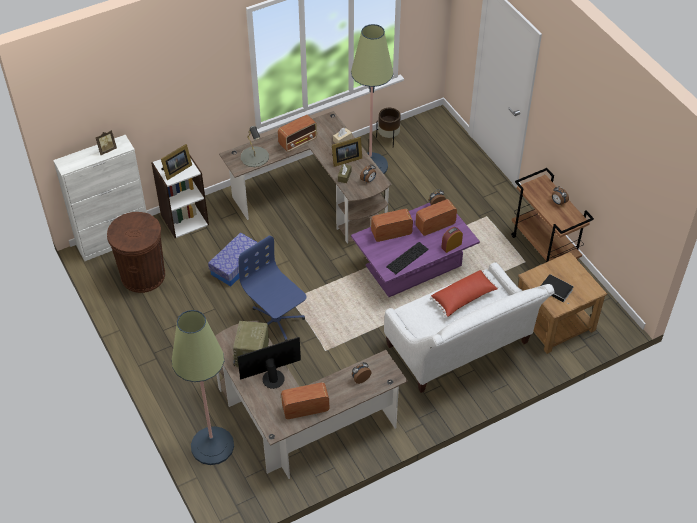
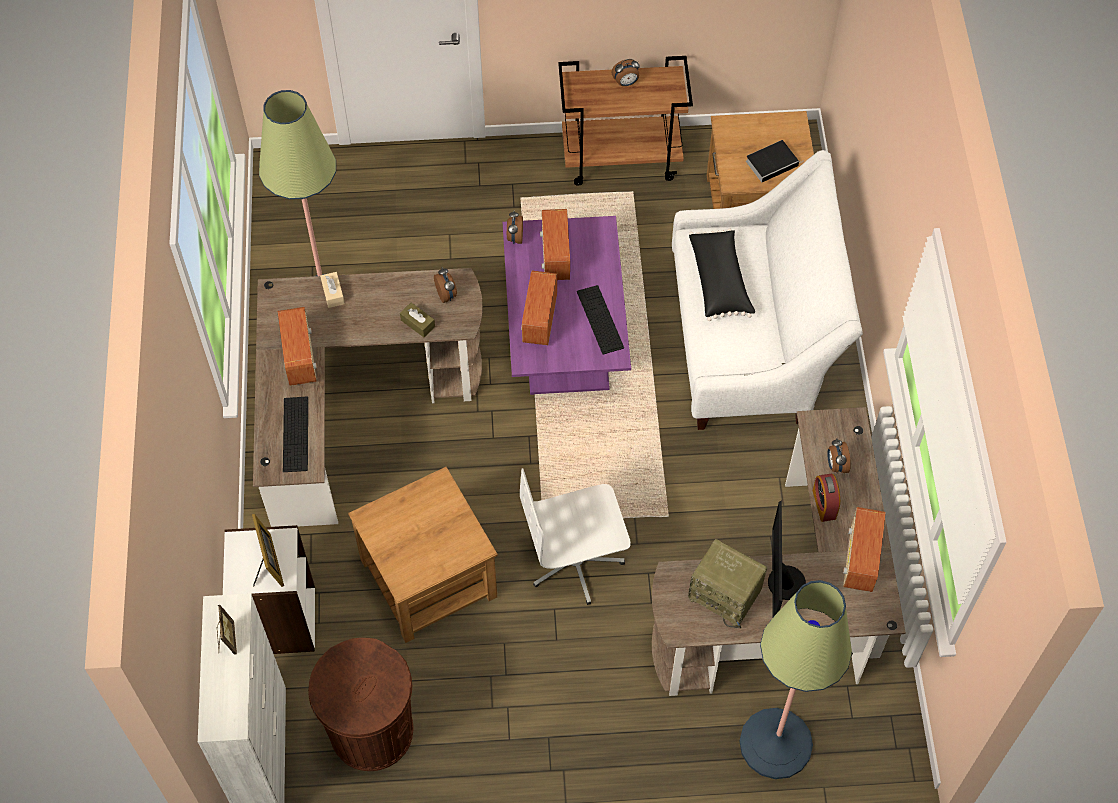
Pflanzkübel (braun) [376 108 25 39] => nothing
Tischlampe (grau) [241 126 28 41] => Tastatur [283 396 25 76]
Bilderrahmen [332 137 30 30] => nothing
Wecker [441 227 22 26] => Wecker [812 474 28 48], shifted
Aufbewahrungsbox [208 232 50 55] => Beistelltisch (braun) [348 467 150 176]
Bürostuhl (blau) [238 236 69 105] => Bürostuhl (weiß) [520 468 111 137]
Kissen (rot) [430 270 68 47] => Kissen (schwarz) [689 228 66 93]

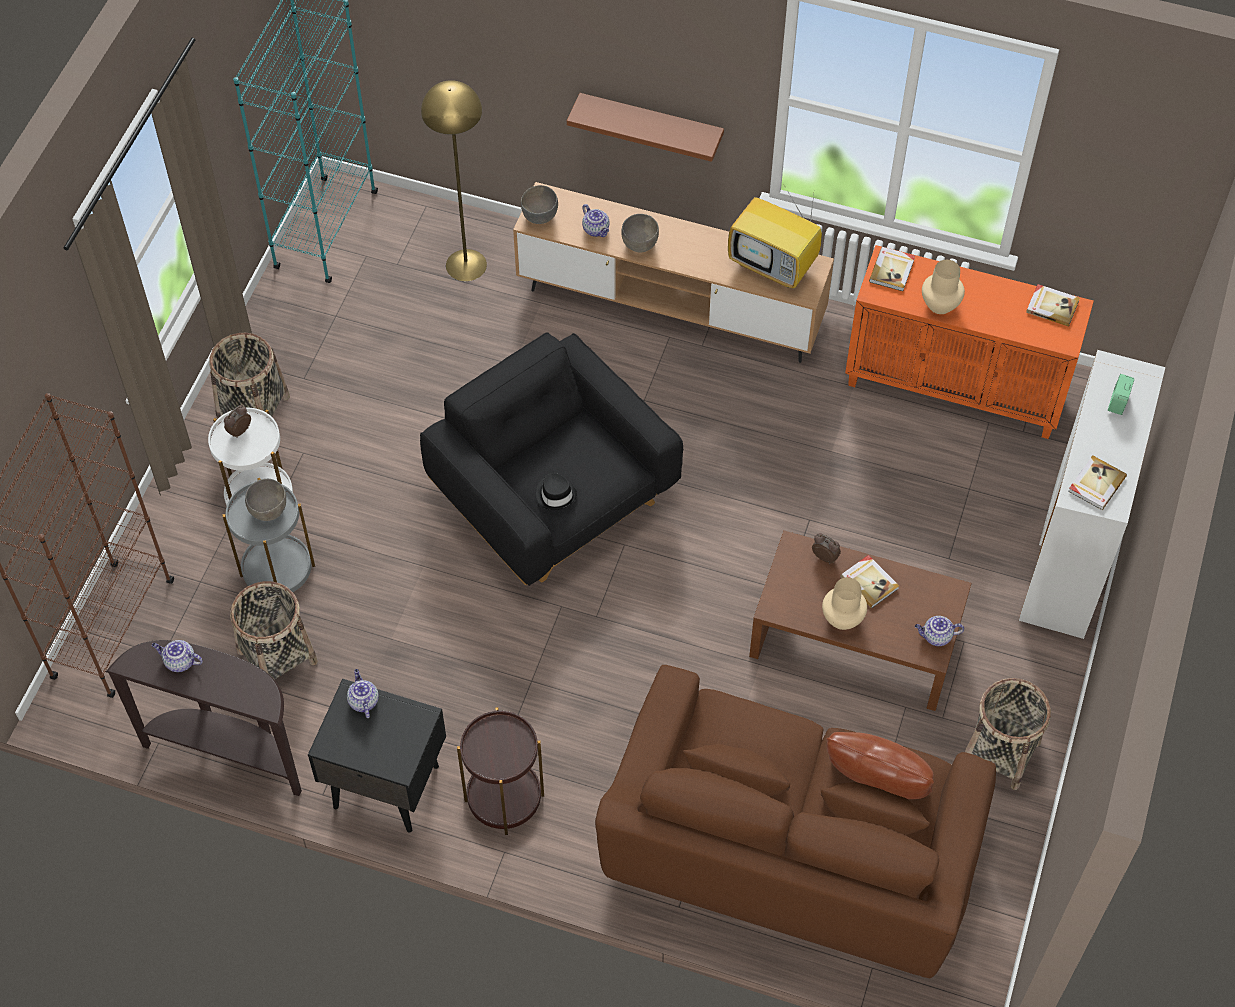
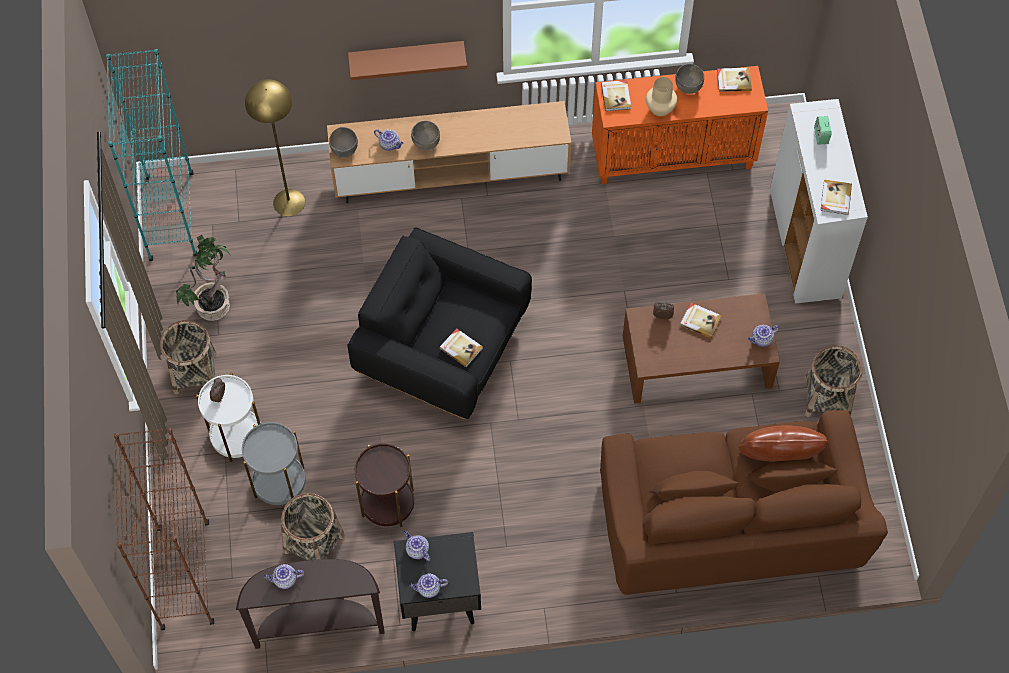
Fernseher [728 185 94 104] => nothing
Hut (schwarz) [536 473 41 37] => Buch [439 328 44 39]
Schüssel (grau) [245 479 41 42] => Schüssel (grau) [675 64 29 30], shifted
Vase (beige) [822 577 45 53] => nothing
Beistelltisch (braun) [457 707 87 128] => Beistelltisch (braun) [355 443 59 84], shifted
nothing => Topfpflanze [176 235 55 86]
nothing => Teekanne [409 574 39 24]

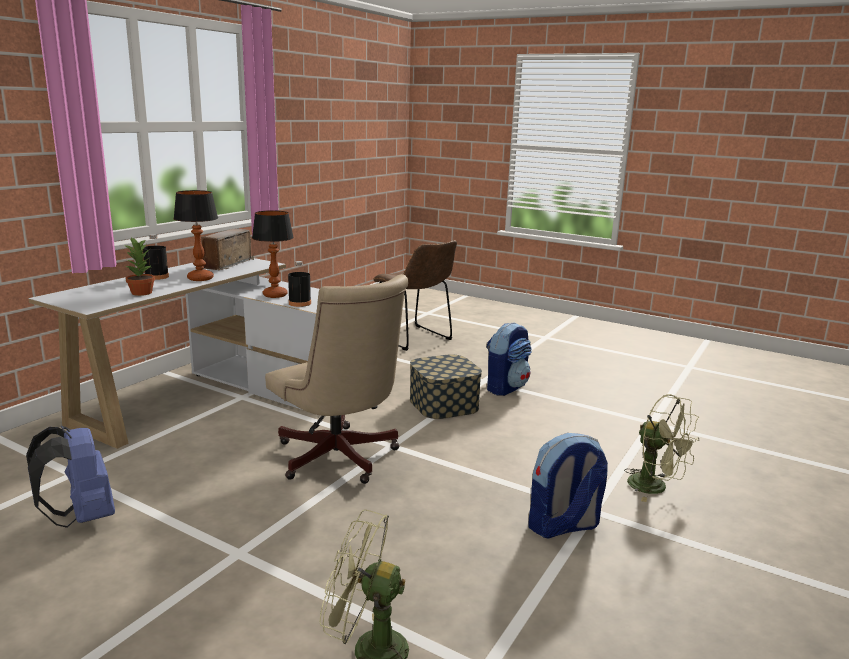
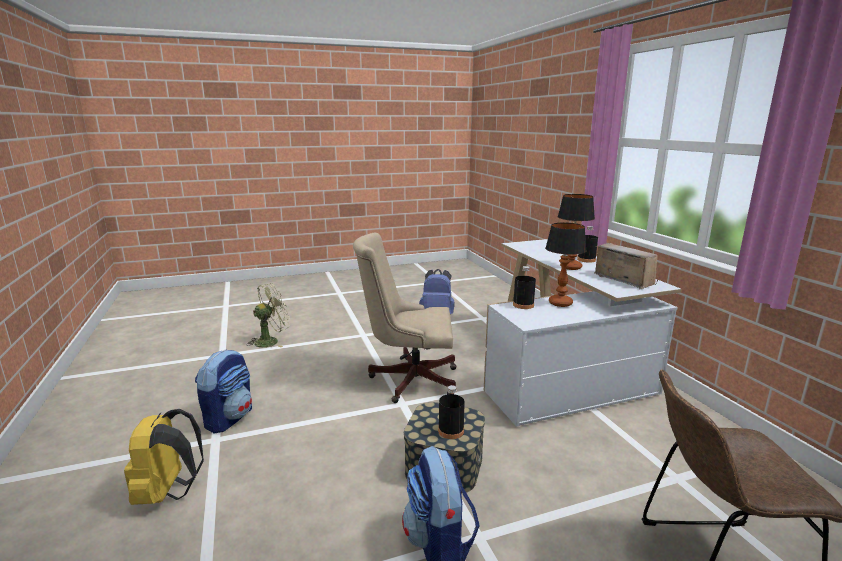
Topfpflanze [124 237 31 59] => nothing
Ventilator (grün) [624 394 75 108] => Rucksack (gelb) [124 409 80 96]
nothing => Flasche (schwarz) [438 385 27 54]

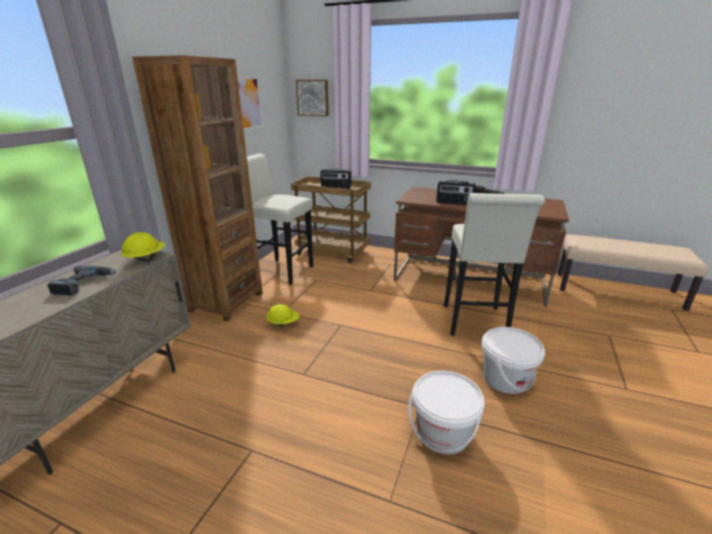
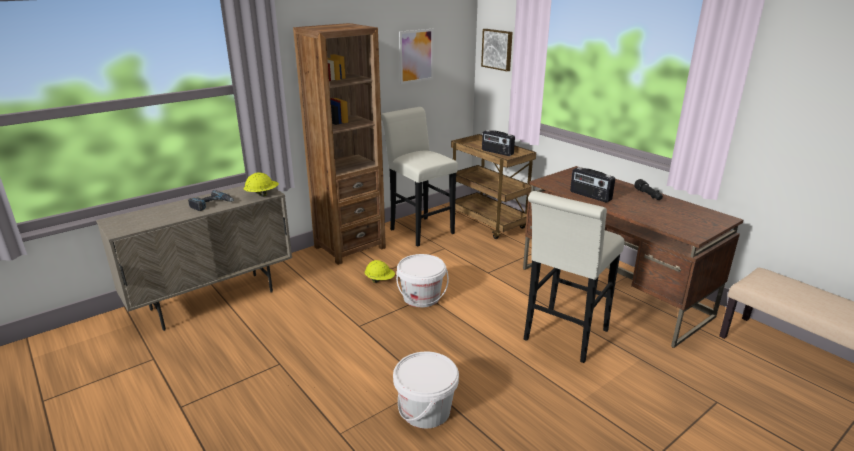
Eimer (weiß) [481 327 64 67] => Eimer (weiß) [396 254 53 53], shifted

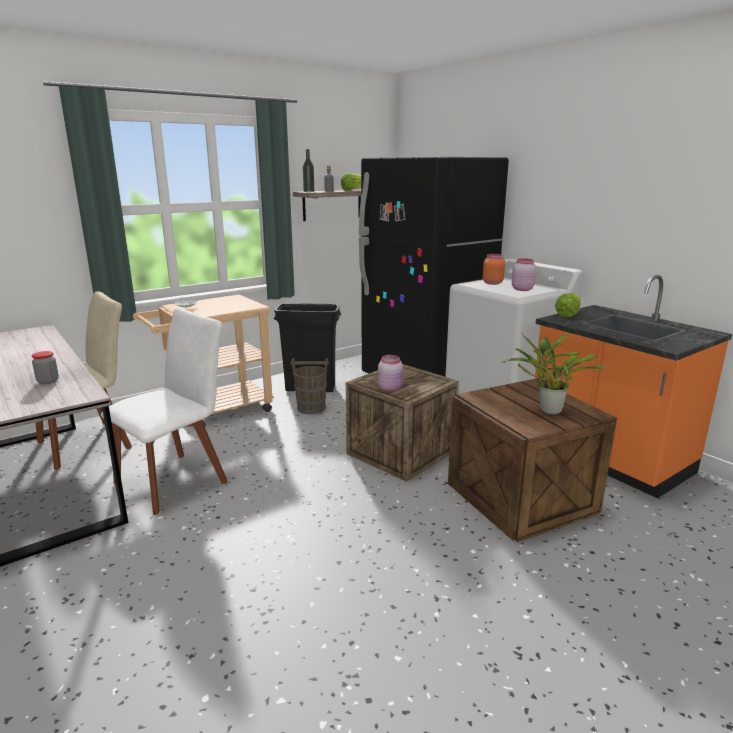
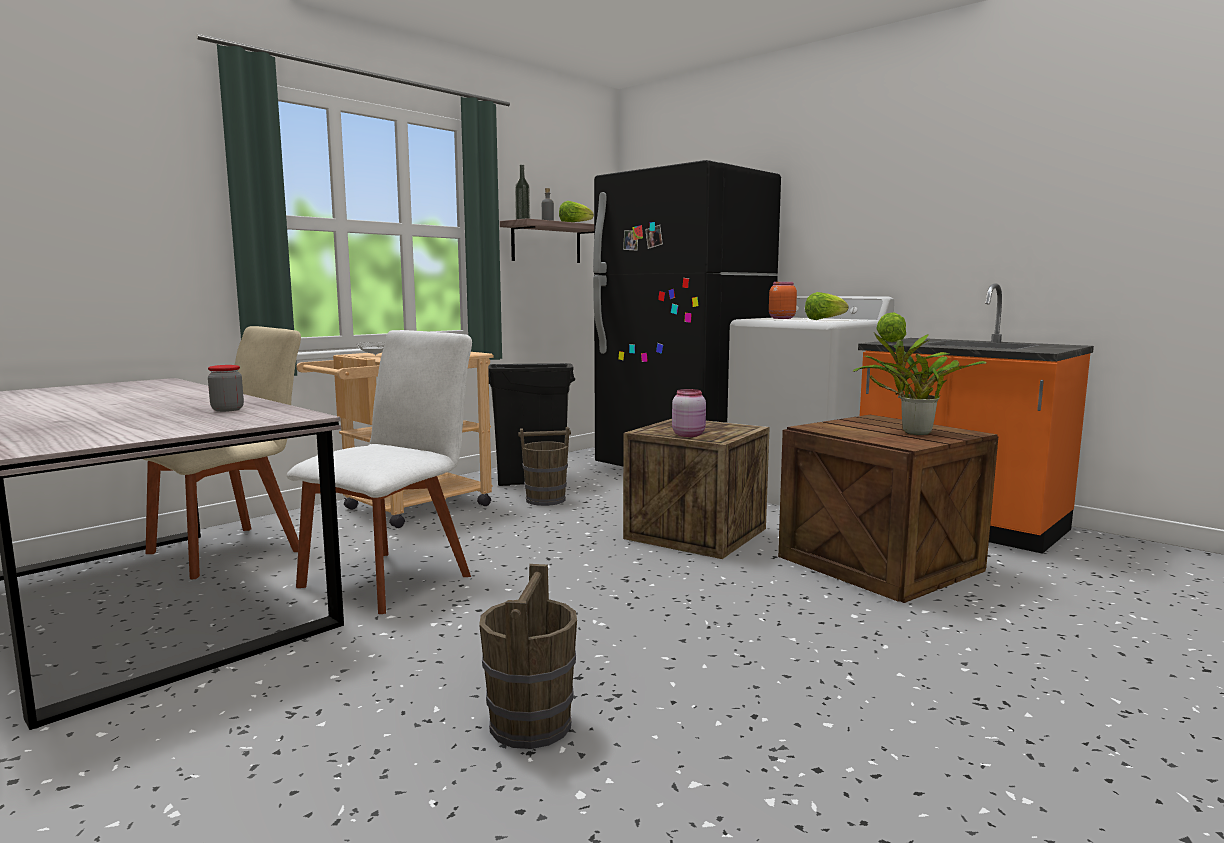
Vorratsglas (rosa) [512 259 24 32] => Salatkopf [805 292 44 28]
nothing => Eimer (braun) [479 564 98 185]

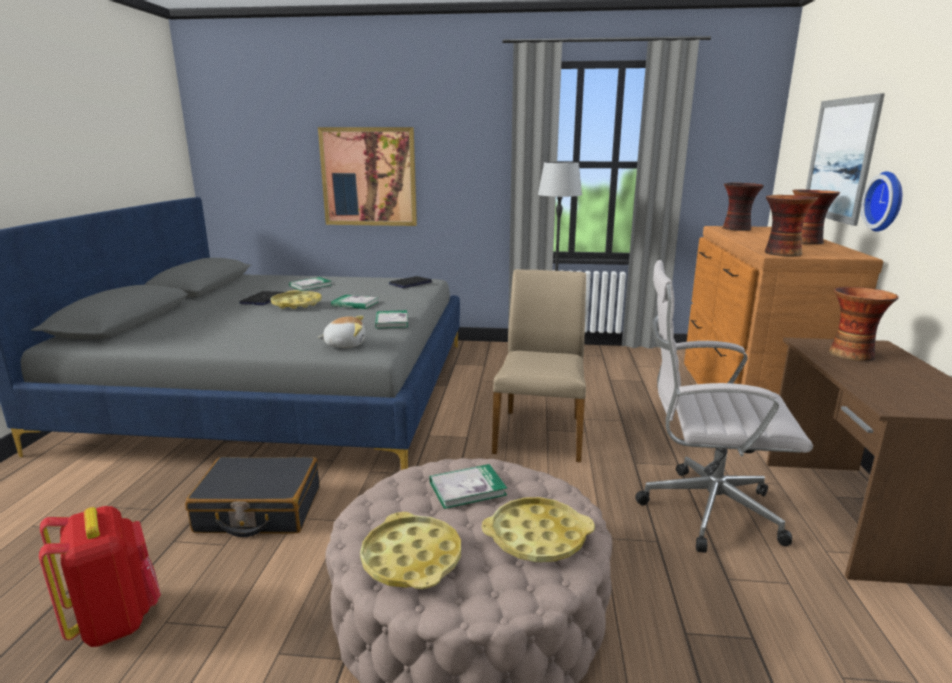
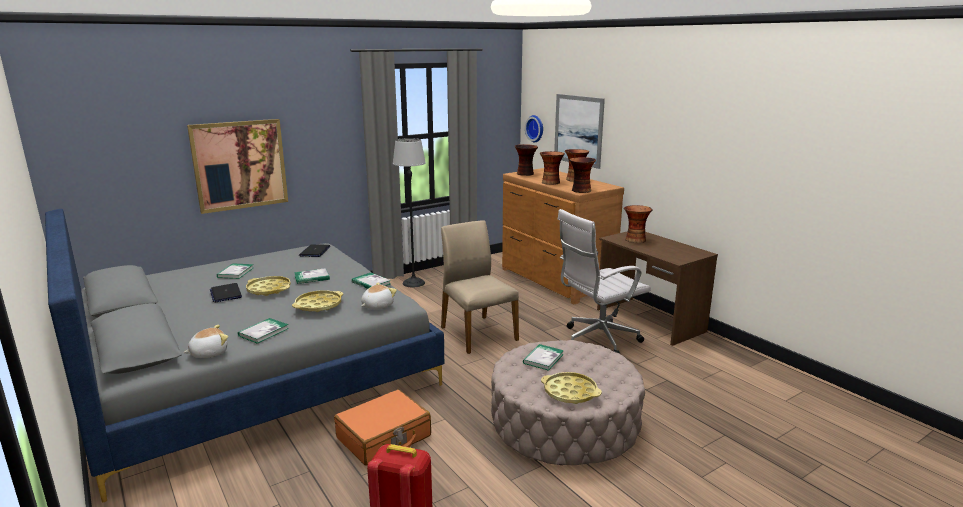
Wanduhr [861 171 41 61] => Wanduhr [525 115 18 27], shifted
Koffer (schwarz) [185 457 135 80] => Koffer (orange) [334 390 97 76]
Tablett (gelb) [482 497 113 65] => Tablett (gelb) [292 290 51 22], shifted
nothing => Vase [540 151 25 34]
nothing => Buch [238 318 51 26]
nothing => Plüschtier [183 325 45 33]

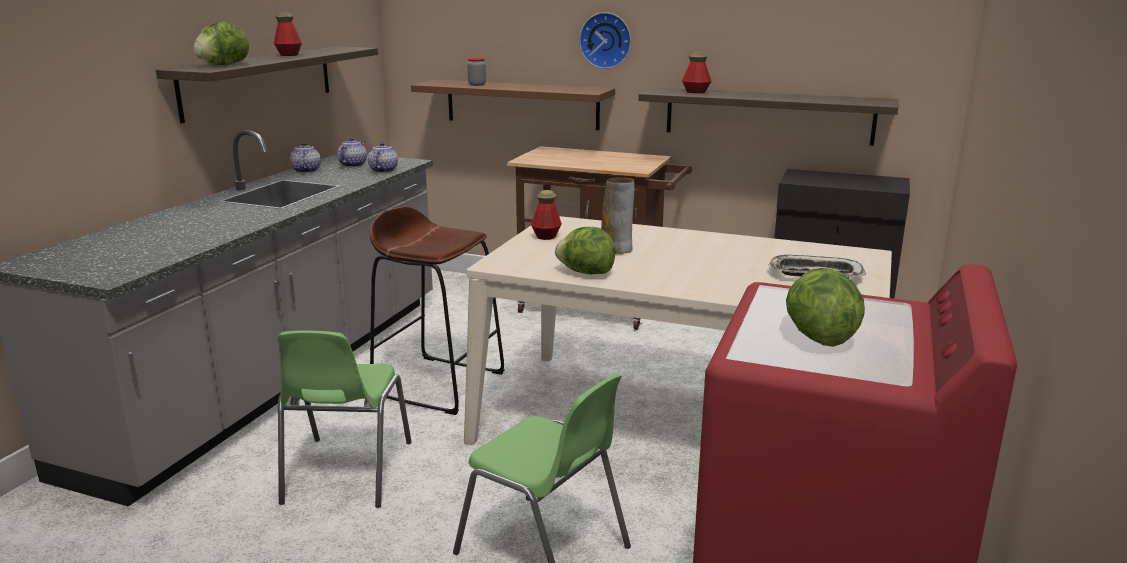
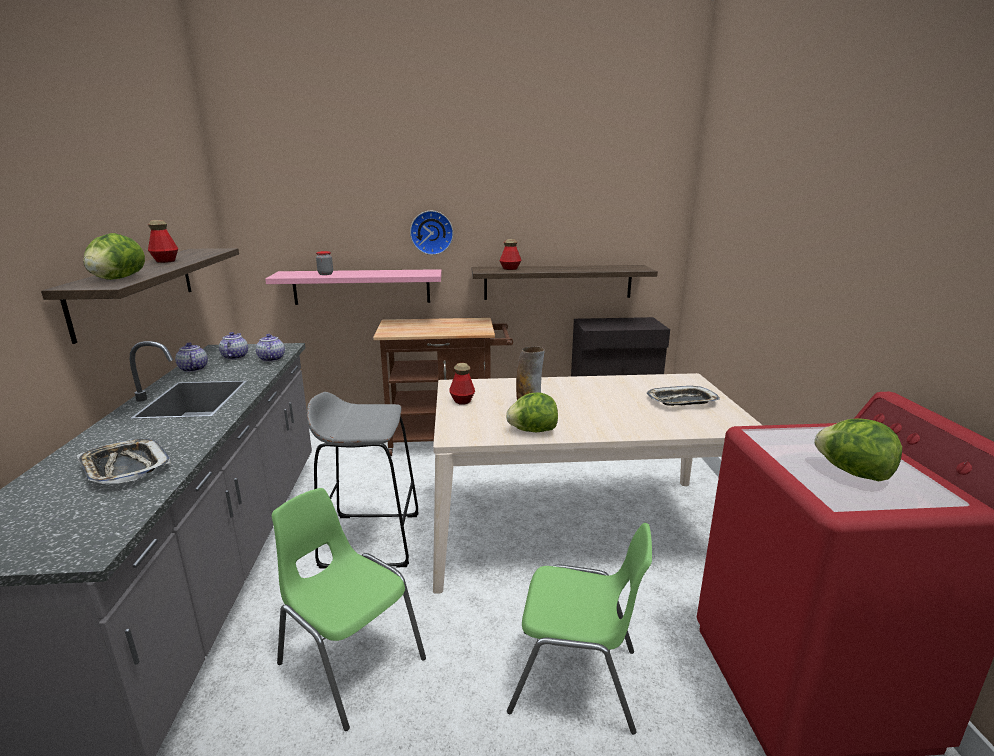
Wandregal (braun) [411 80 204 50] => Wandregal (rosa) [265 269 177 36]
Hocker (braun) [369 207 135 208] => Hocker (grau) [307 392 112 176]
Stuhl (grün) [278 331 134 177] => Stuhl (grün) [272 488 154 243], 150 degrees clockwise
nothing => Tablett [77 439 94 45]

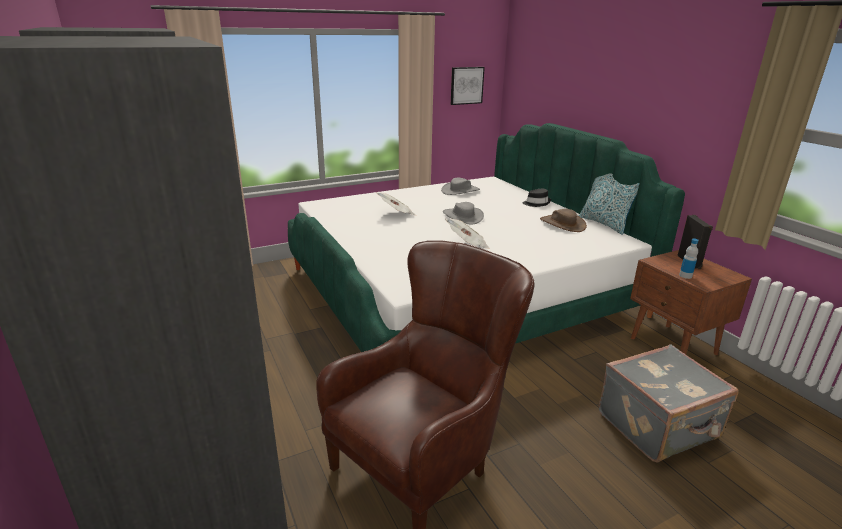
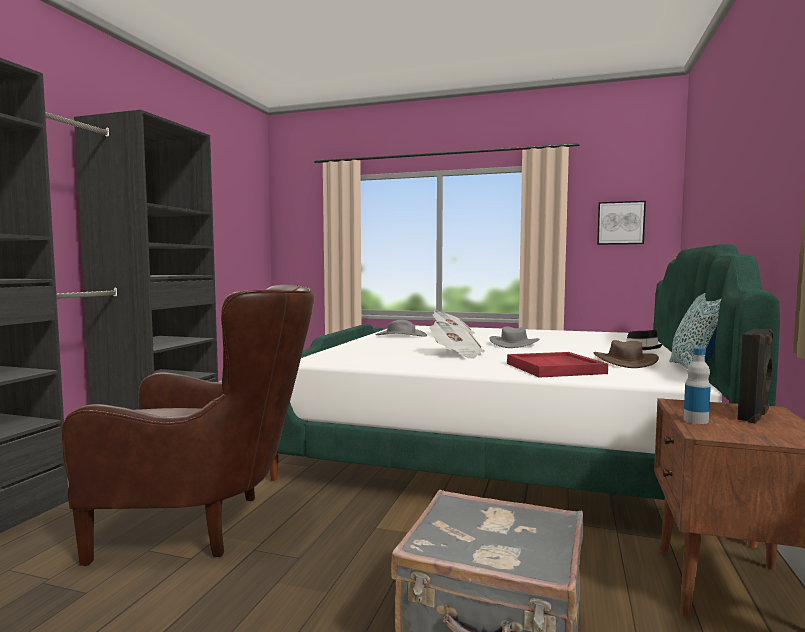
Hut (grau) [441 178 39 17] => Hut (grau) [375 320 52 17], shifted
nothing => Tablett (rot) [507 352 101 26]

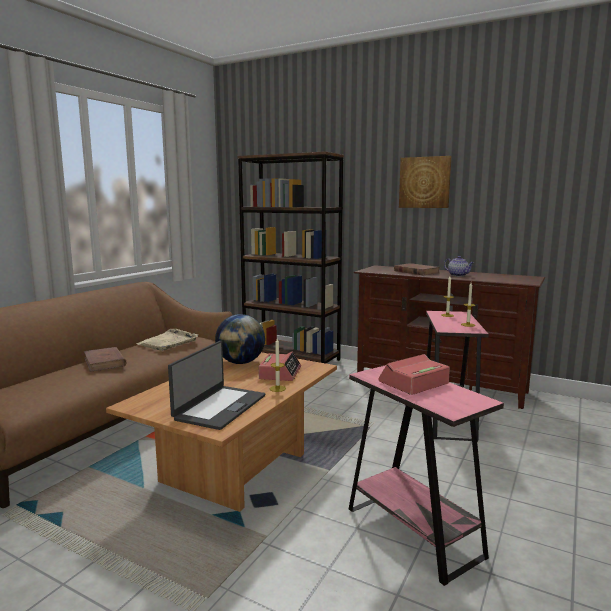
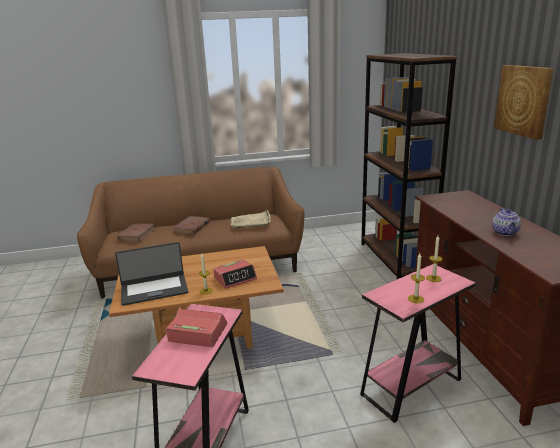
Buch (braun) [394 263 46 12] => Buch (braun) [117 223 38 19], shifted
Globus [215 314 50 50] => nothing

